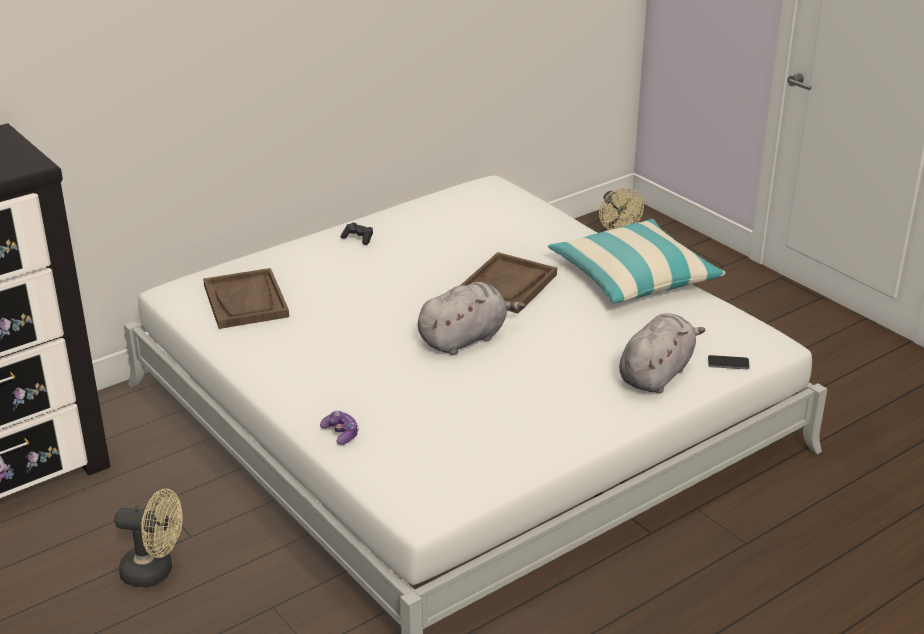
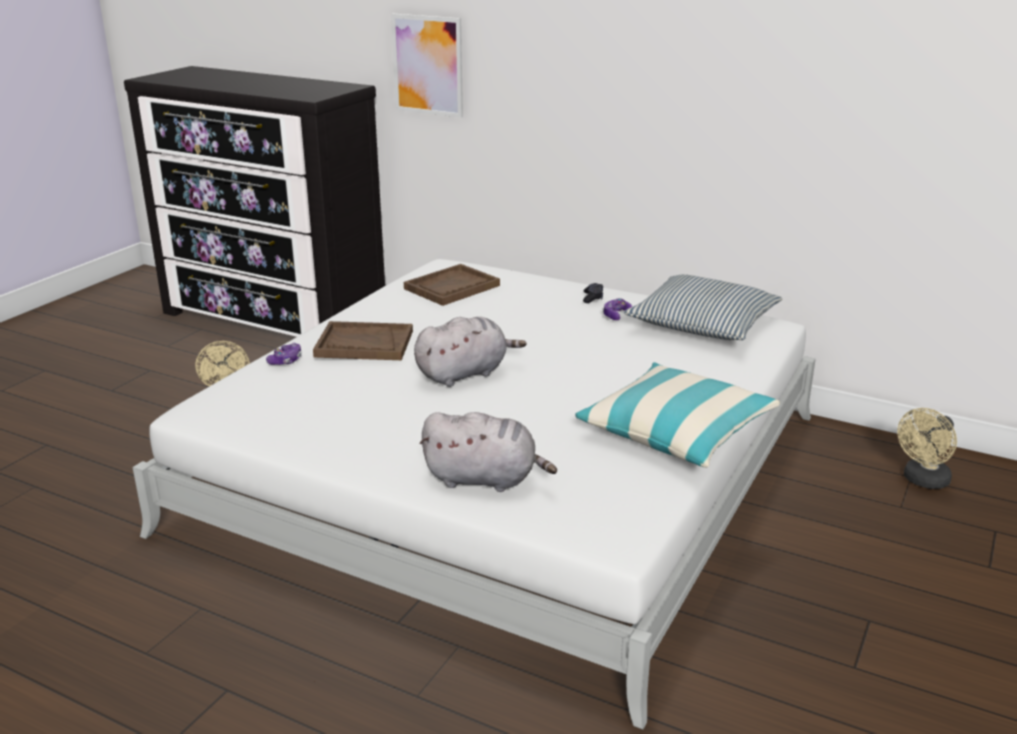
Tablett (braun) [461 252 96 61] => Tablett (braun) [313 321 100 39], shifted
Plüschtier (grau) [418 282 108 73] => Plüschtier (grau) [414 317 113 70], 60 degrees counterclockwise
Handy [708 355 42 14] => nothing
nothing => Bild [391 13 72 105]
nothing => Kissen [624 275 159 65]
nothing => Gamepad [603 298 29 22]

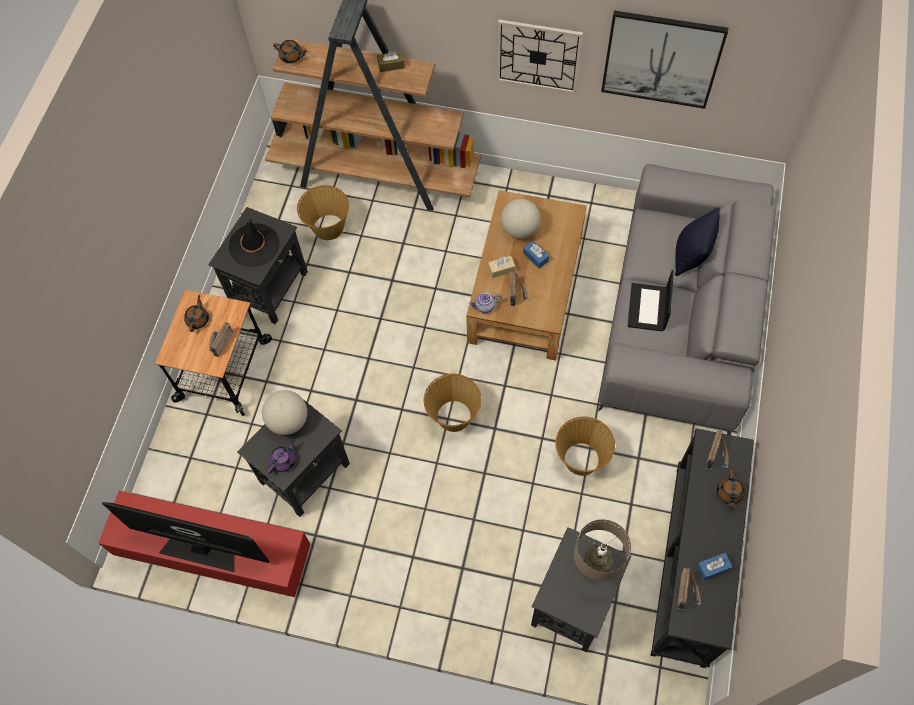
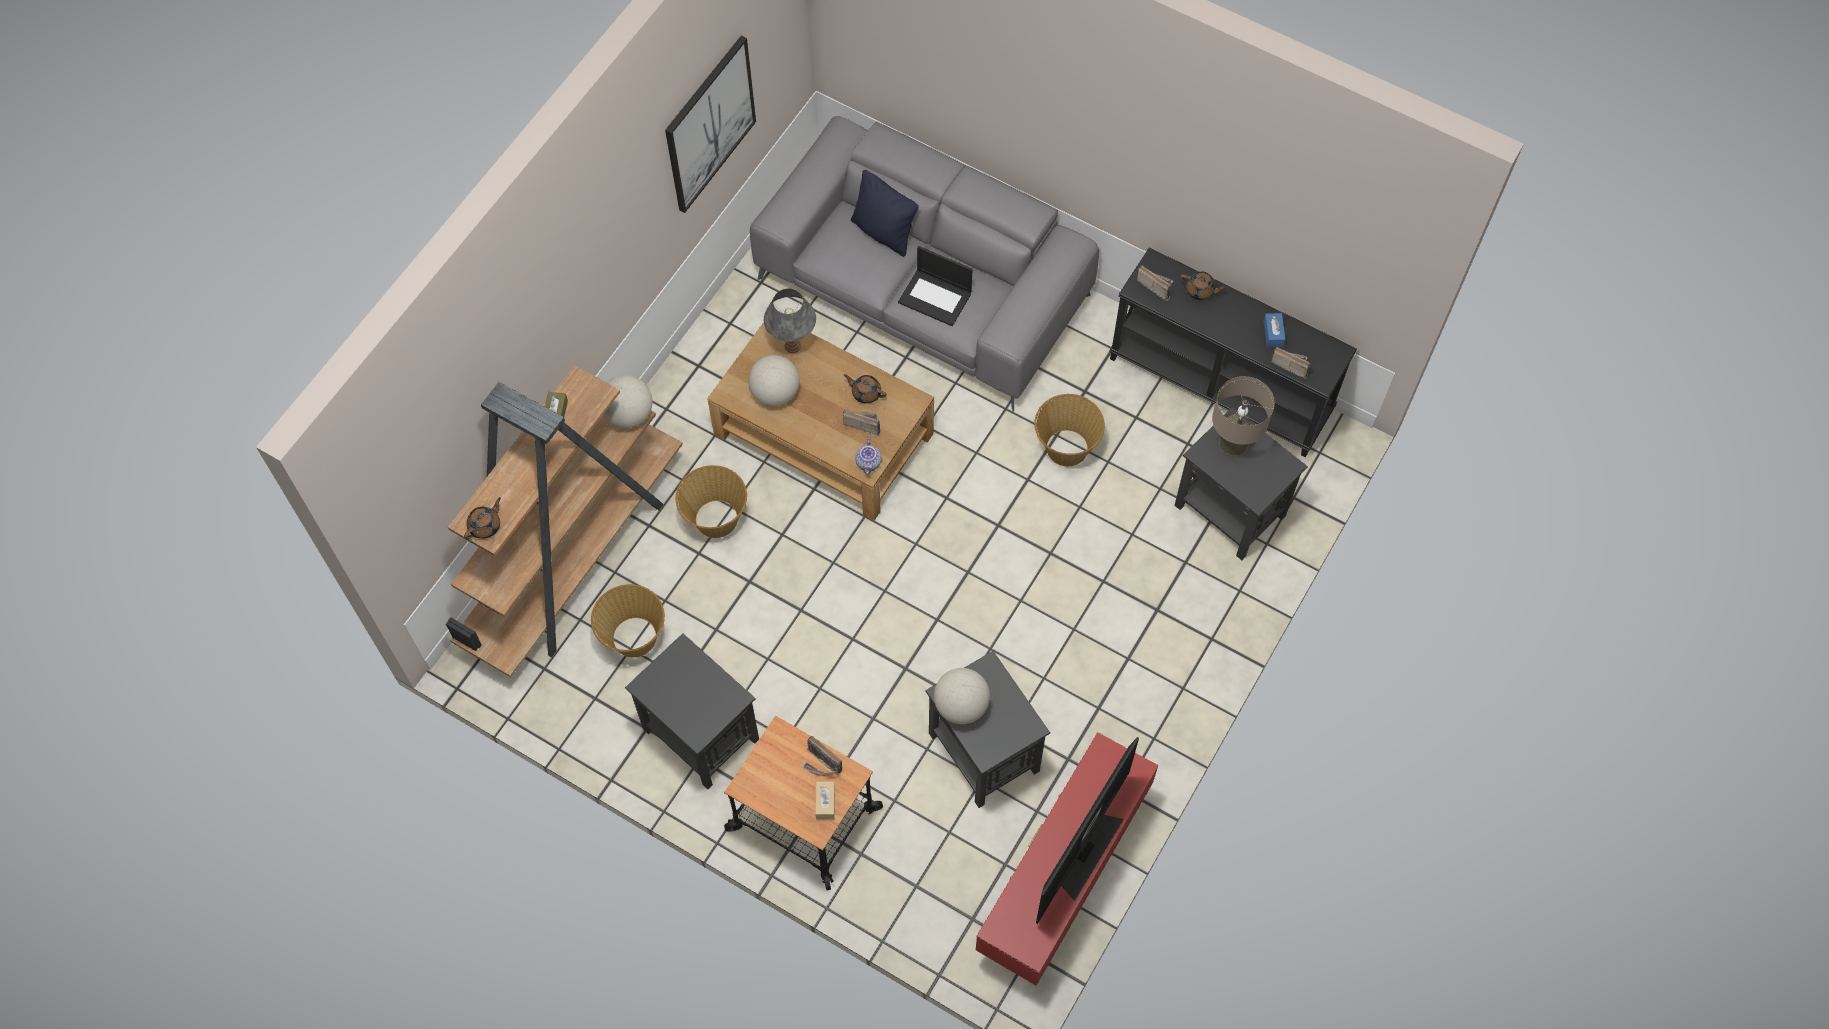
Wanduhr [497 19 86 75] => nothing
Hut (schwarz) [229 218 51 49] => nothing
Taschentuchbox (blau) [523 241 26 27] => nothing
Taschentuchbox (beige) [488 256 27 22] => Taschentuchbox (beige) [815 781 20 38], shifted
Teekanne (braun) [184 295 25 37] => Teekanne (braun) [844 374 42 30], shifted
Korb [424 374 58 58] => Korb [676 465 71 73], shifted
Teekanne (lila) [268 439 27 34] => nothing
nothing => Tischlampe (grau) [764 289 52 64]
nothing => Globus [603 375 50 53]

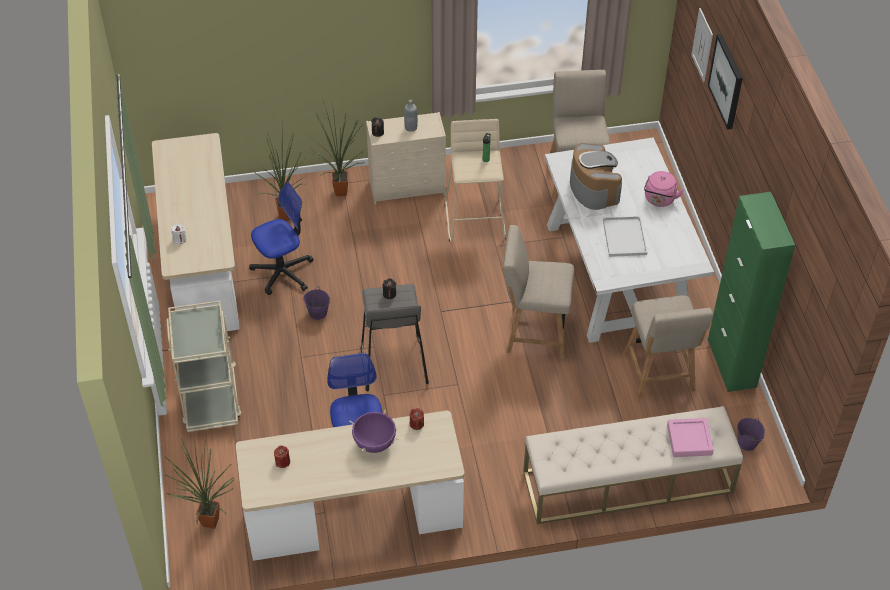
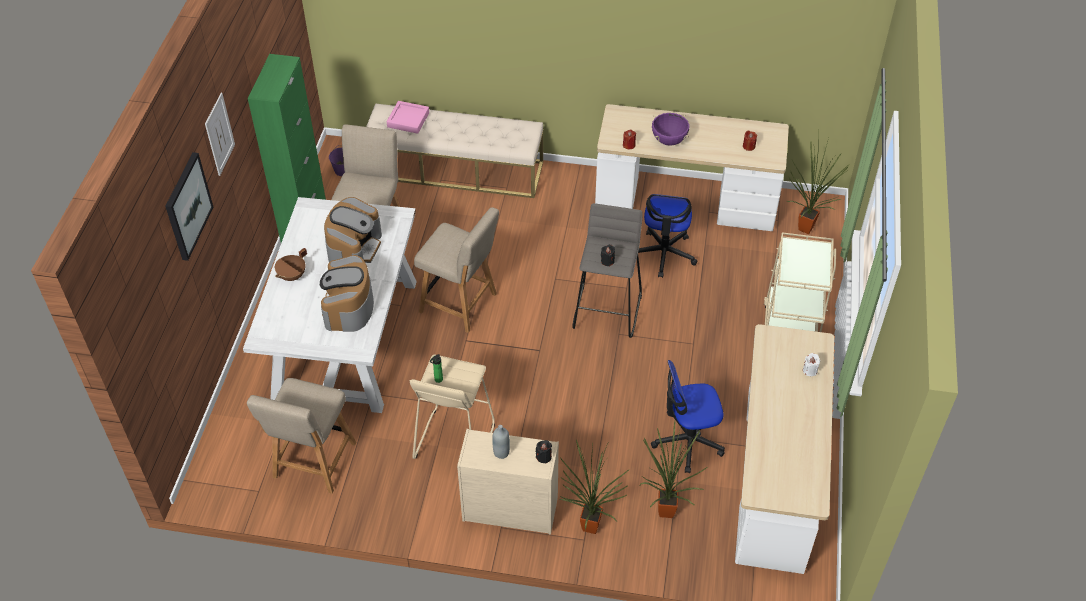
Bild [691 8 22 74] => Bild [205 93 30 83], shifted
Wasserkessel (rosa) [644 171 40 36] => Kochtopf (braun) [275 248 32 33]
Tablett (weiß) [603 216 45 41] => Kaffeemaschine [324 197 58 66]
Eimer (lila) [303 287 27 33] => nothing

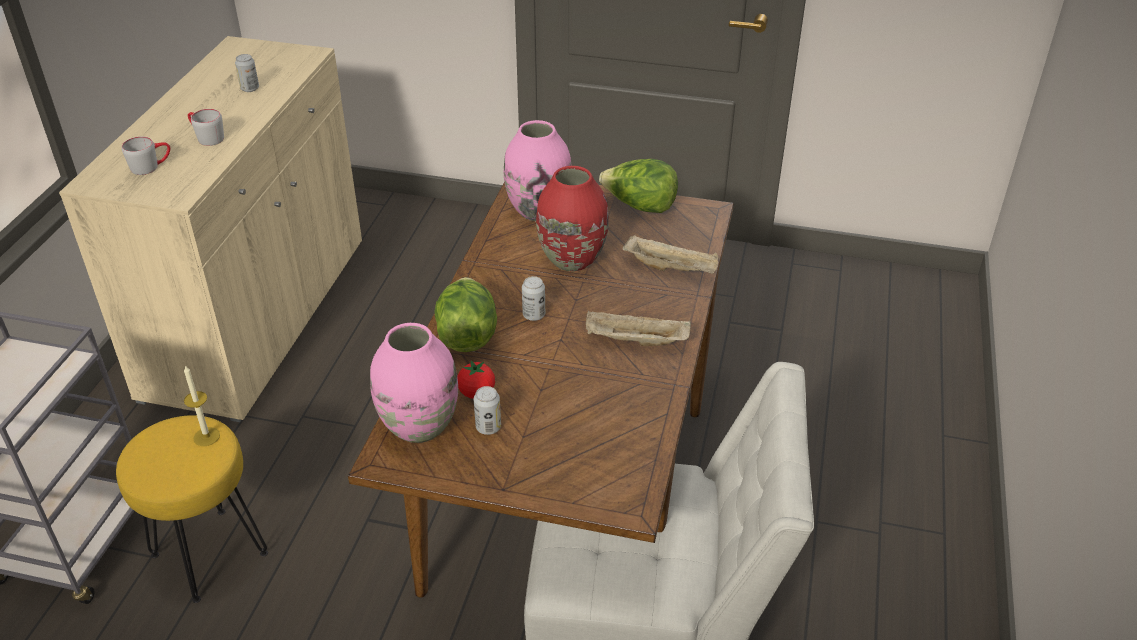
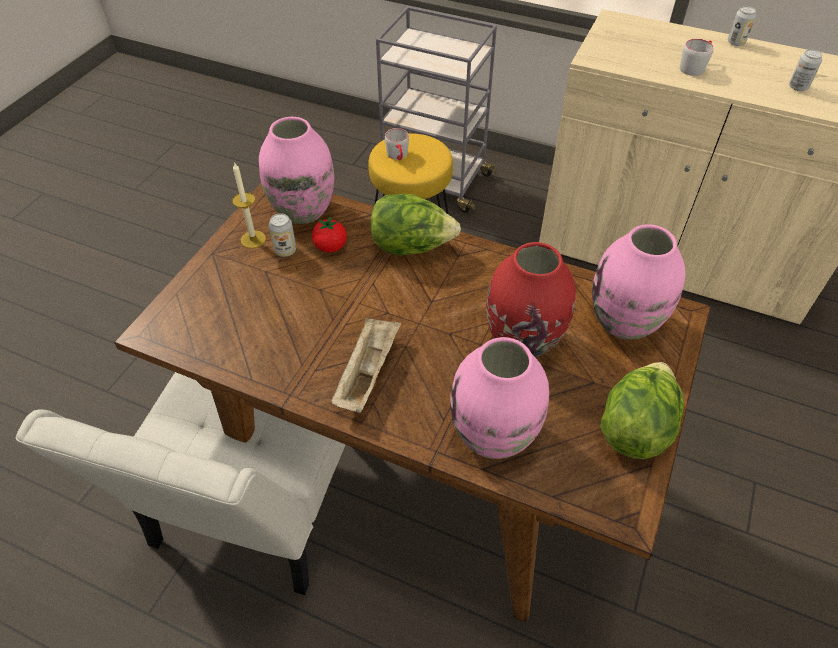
Henkelbecher (grau) [122 136 48 39] => Henkelbecher (grau) [385 128 24 32], shifted
Tablett (beige) [622 235 97 39] => Vase (rosa) [450 337 99 122]
Dose [522 276 23 45] => Dose [728 6 28 40], shifted
Kerze [184 365 36 81] => Kerze [232 162 34 86], shifted

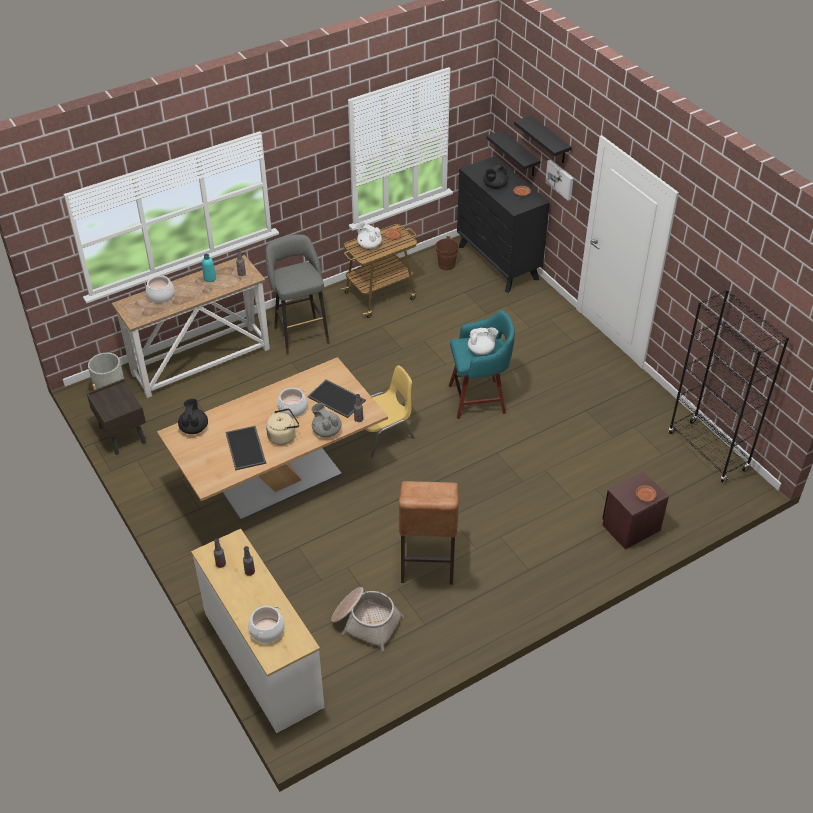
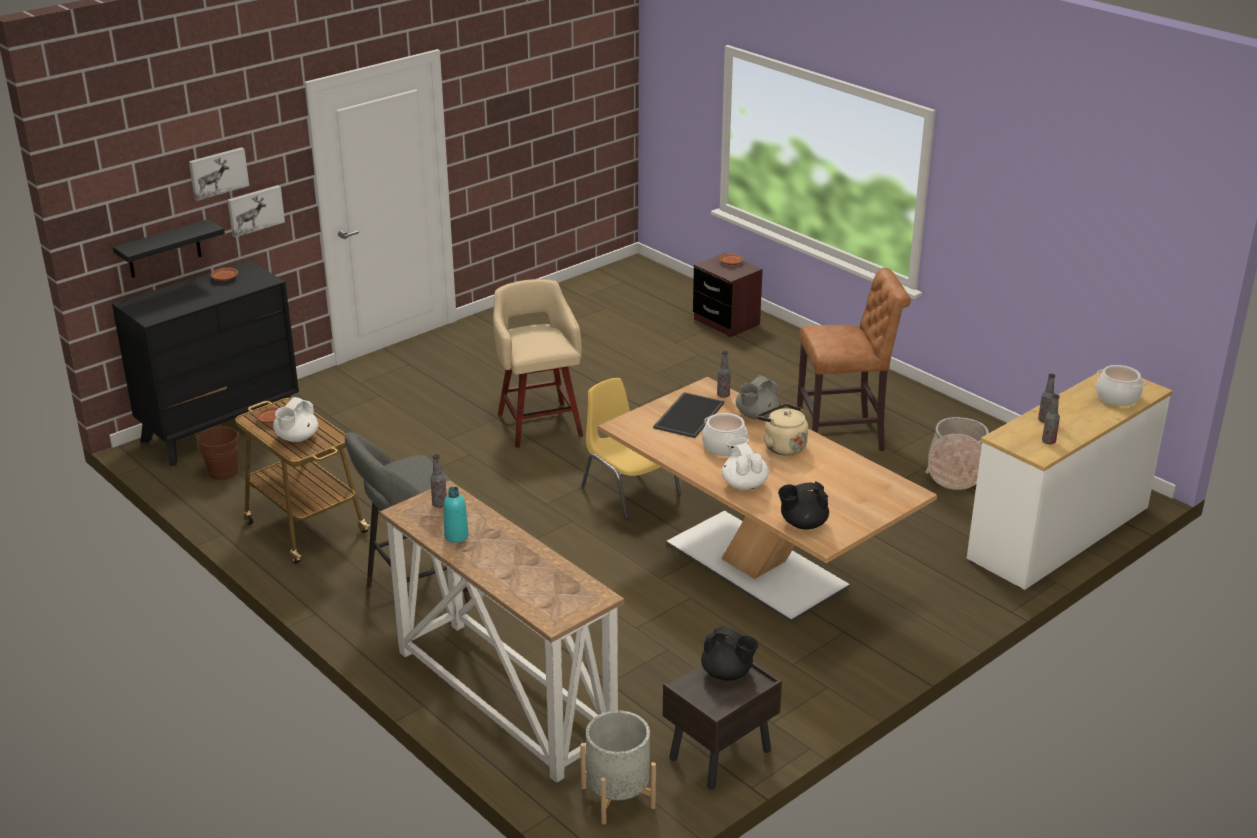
Wandregal (schwarz) [514 116 58 47] => Bild [189 147 60 54]
Teekanne (schwarz) [483 163 25 26] => Teekanne (schwarz) [701 626 58 55], shifted
Kochtopf [145 275 29 28] => nothing
Bücherregal (schwarz) [669 289 120 194] => nothing
Hocker (türkis) [449 310 66 109] => Hocker (beige) [493 279 90 169]
Teekanne (weiß) [468 327 30 28] => Teekanne (weiß) [722 437 47 53], shifted
Tablett [225 426 41 45] => nothing

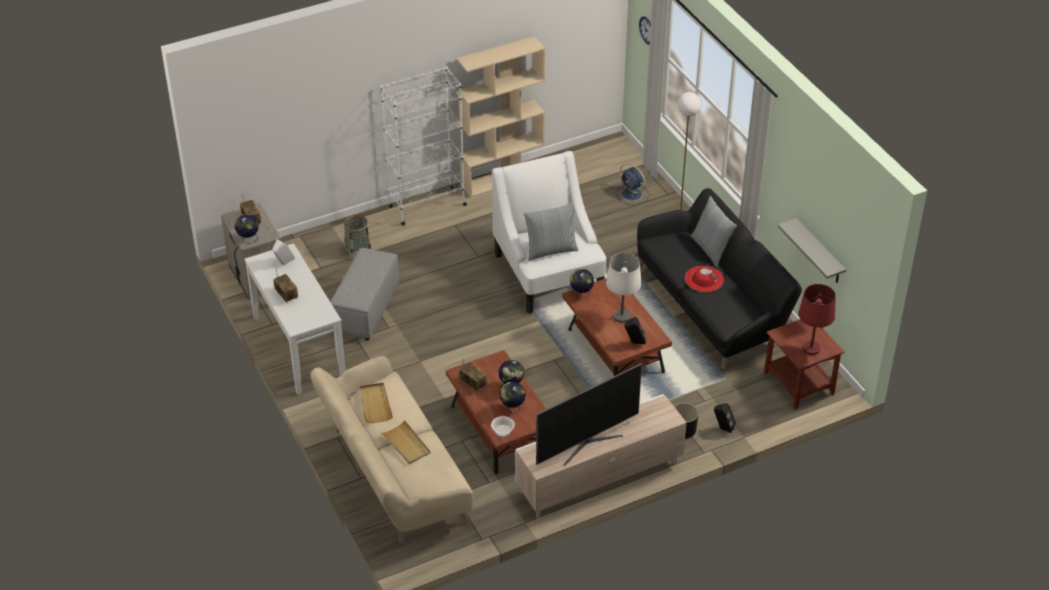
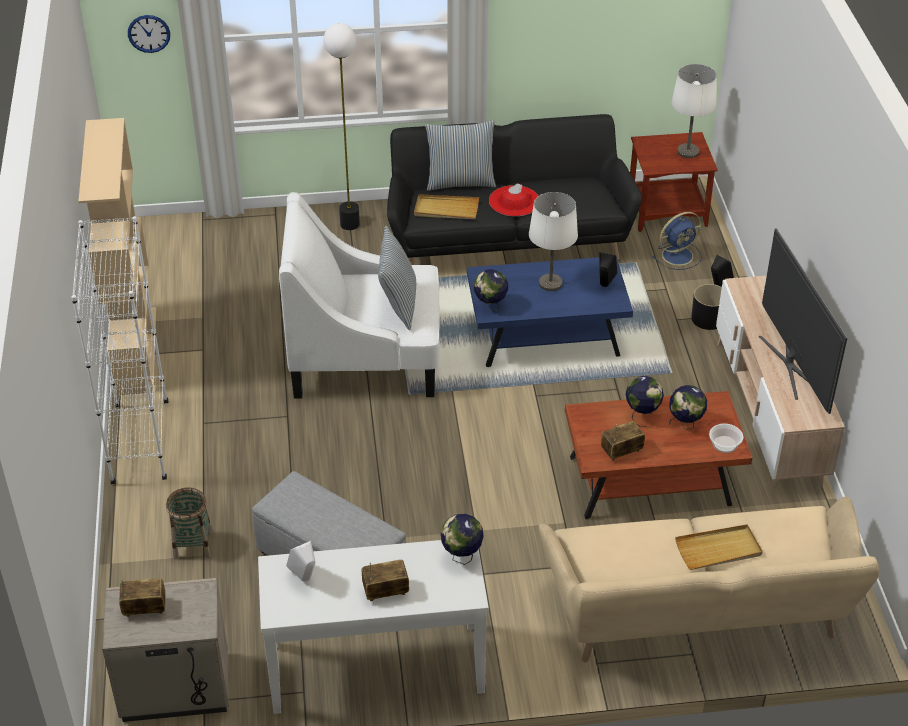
Ventilator (blau) [616 163 34 42] => Ventilator (blau) [652 212 50 58], shifted
Globus [234 214 25 30] => Globus [441 514 42 51], shifted
Wandregal (grau) [778 218 68 65] => nothing
Couchtisch (braun) [562 278 110 98] => Couchtisch (blau) [467 257 166 111]
Tischlampe (rot) [798 284 38 71] => Tischlampe (weiß) [671 64 46 94]
Tablett (beige) [360 383 33 40] => Tablett (beige) [414 194 65 25], shifted

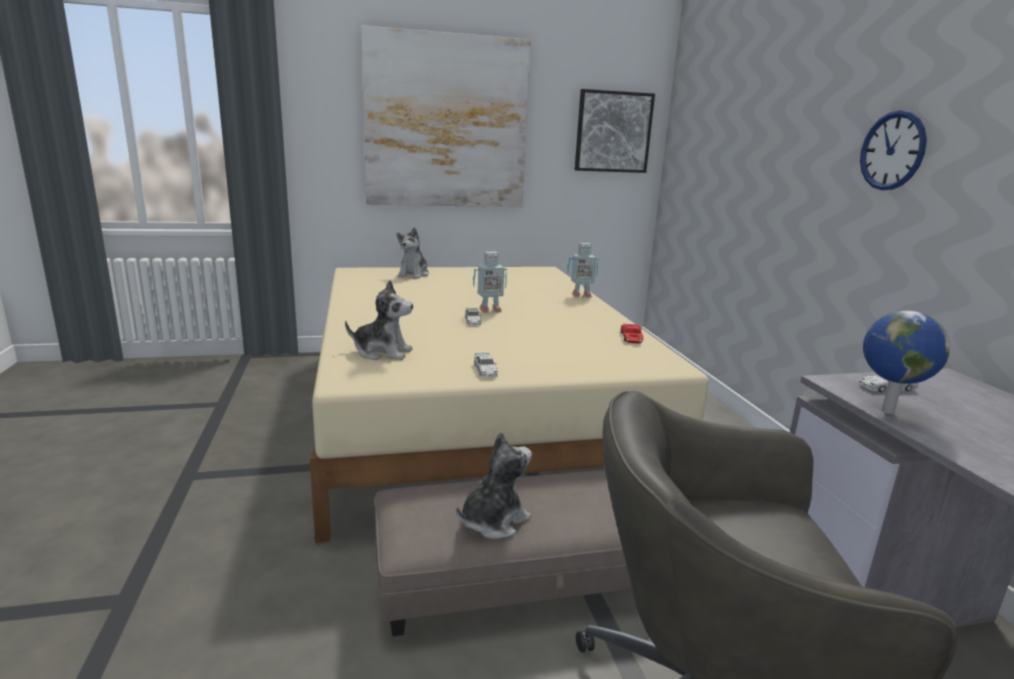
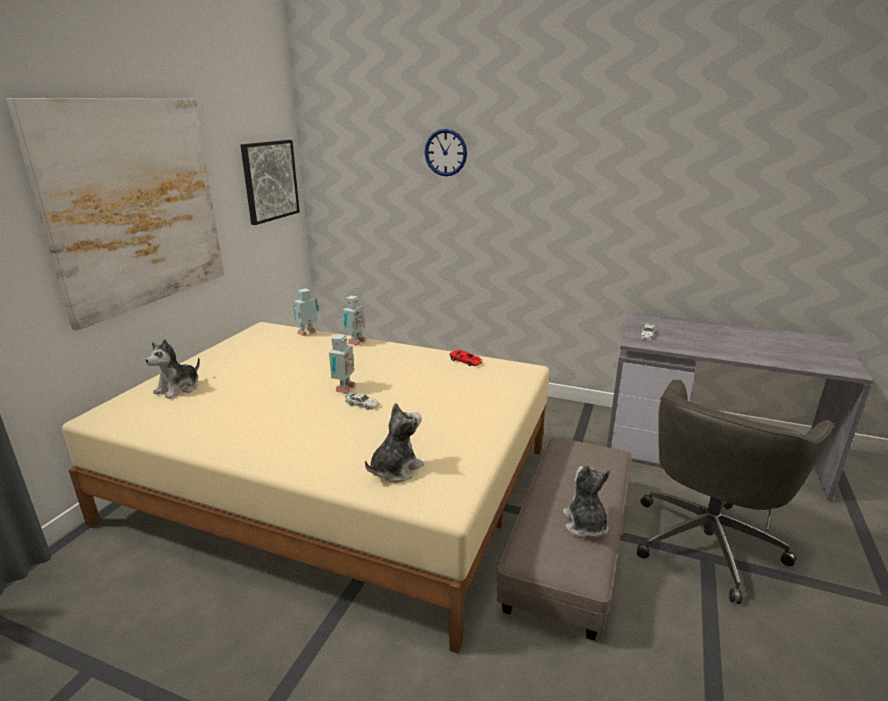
Wanduhr [860 110 67 80] => Wanduhr [425 129 42 47], shifted
Plüschtier [397 227 32 52] => Plüschtier [145 339 55 60], 75 degrees clockwise
Globus [863 311 87 103] => nothing
Spielzeugauto [474 353 24 25] => nothing
nothing => Spielzeugroboter [293 288 25 48]

